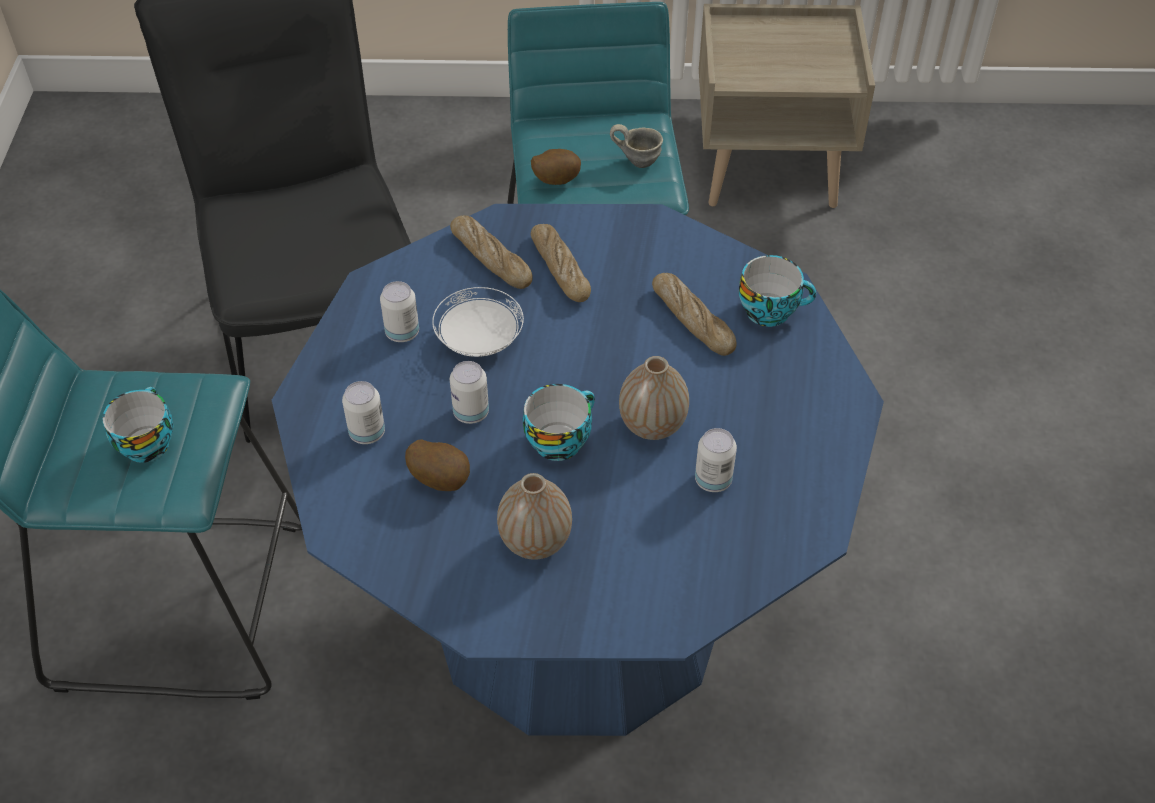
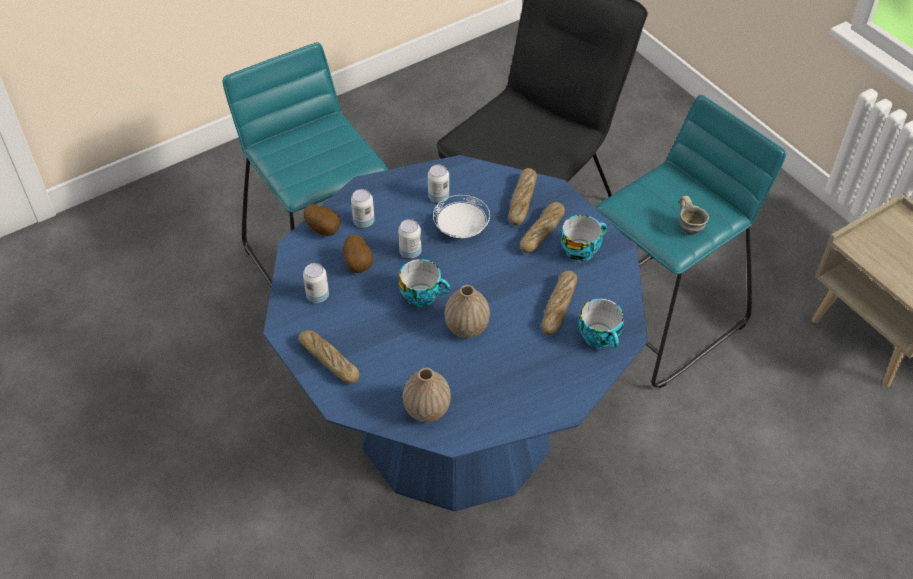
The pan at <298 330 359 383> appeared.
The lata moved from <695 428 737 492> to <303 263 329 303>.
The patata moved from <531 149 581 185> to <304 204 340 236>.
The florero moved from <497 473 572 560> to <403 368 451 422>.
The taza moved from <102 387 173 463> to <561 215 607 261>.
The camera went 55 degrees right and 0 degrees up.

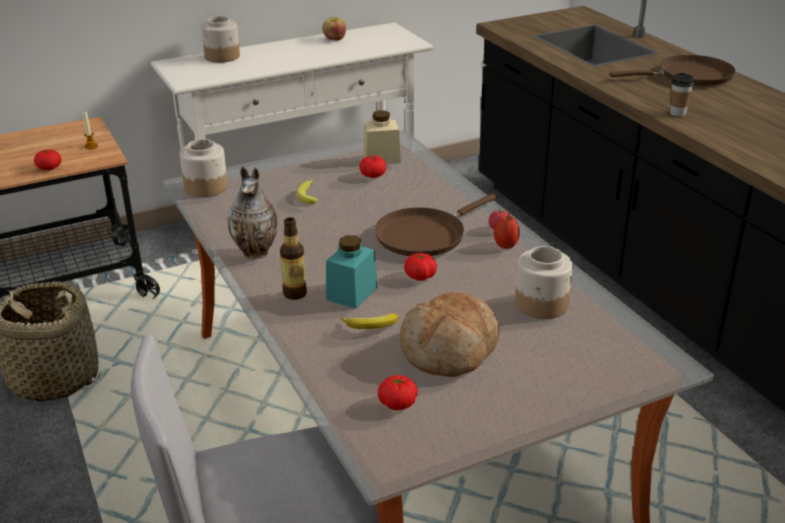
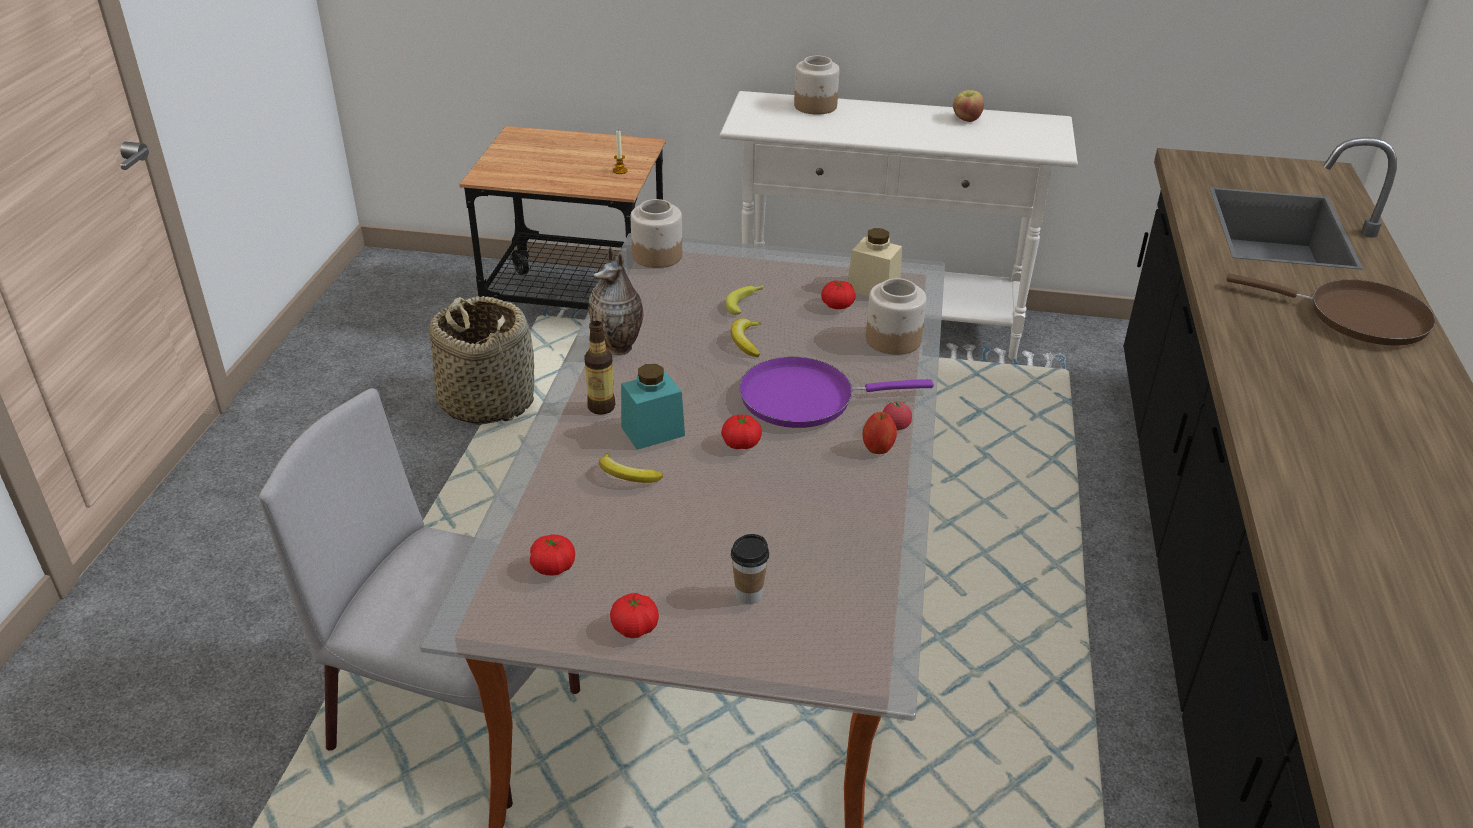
The tomate moved from <34 149 62 170> to <610 593 659 638>.
The plátano at <730 318 761 357> appeared.
The taza moved from <670 73 694 116> to <731 534 769 604>.
The sartén [marrón] at <375 194 497 256> became the sartén [morado] at <739 357 933 428>.
The tarro moved from <515 246 573 319> to <866 278 926 355>.
The pan at <400 292 499 377> disappeared.
The camera went 35 degrees right and 5 degrees up.

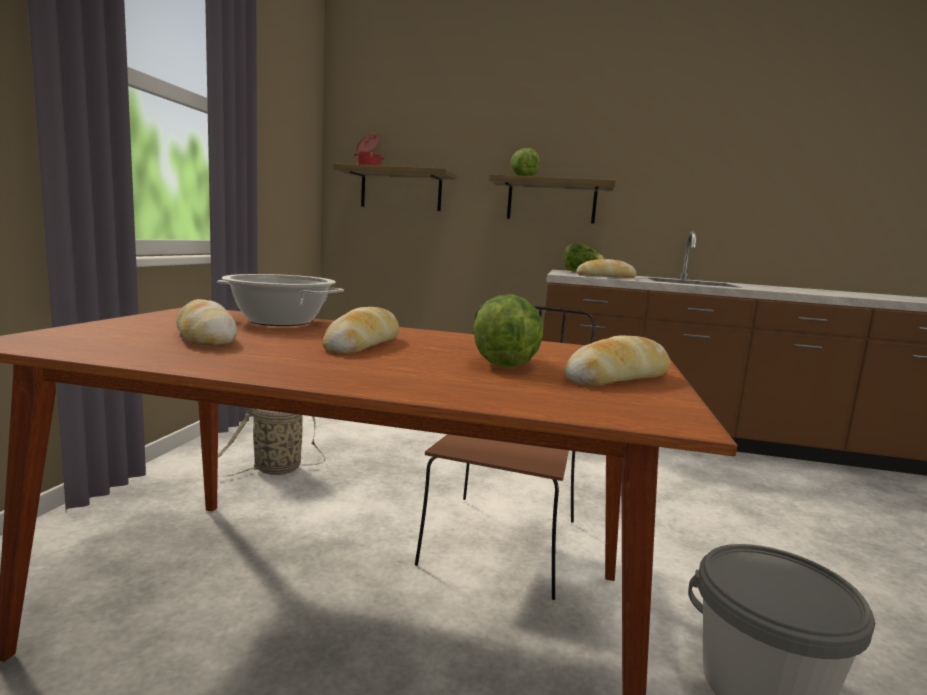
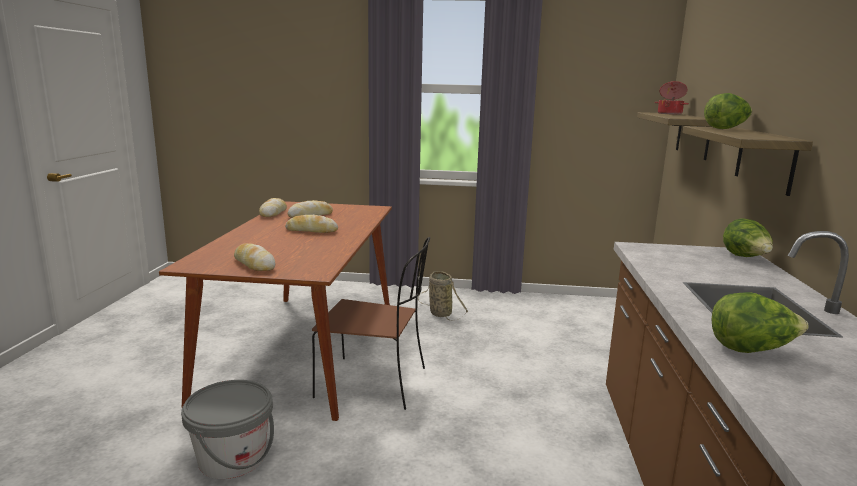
The pan moved from <576 259 637 278> to <259 198 287 217>.
The lechuga moved from <474 294 543 367> to <712 292 809 353>.
The olla at <217 274 344 326> disappeared.
The camera went 85 degrees right and 5 degrees up.

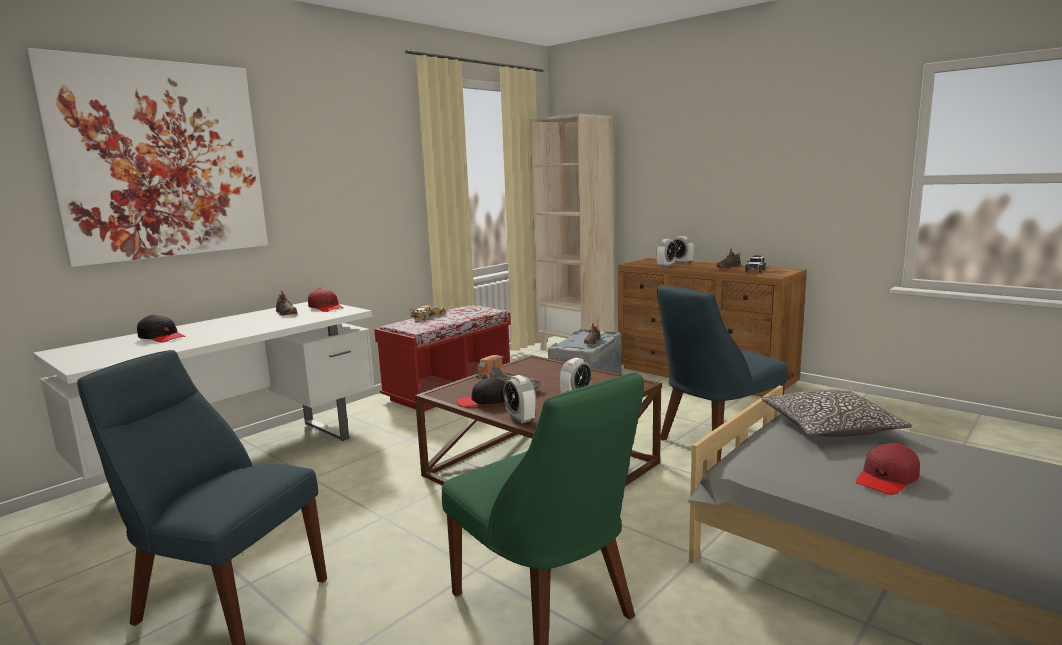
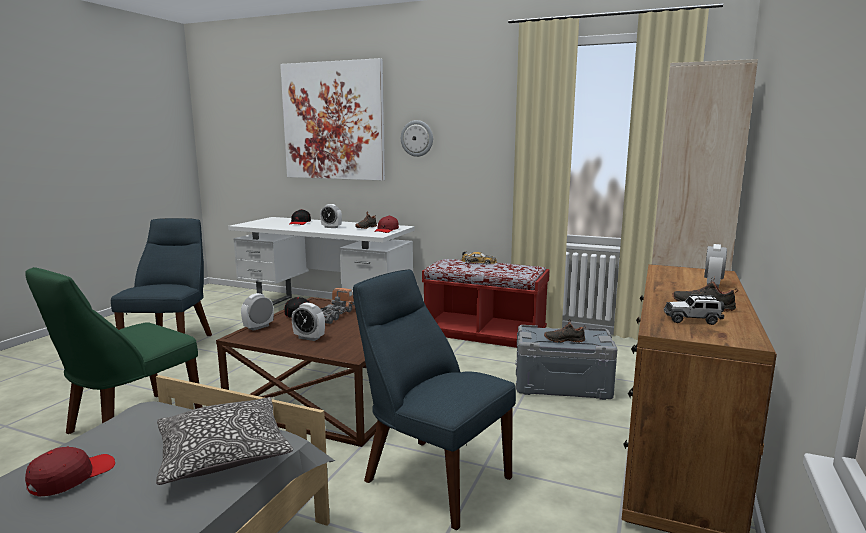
The gorra [rojo] at <856 443 920 495> turned 90 degrees clockwise.
The despertador moved from <656 239 676 267> to <320 204 342 228>.
The reloj de pared at <401 120 433 157> appeared.
The camera went 70 degrees right and 0 degrees up.

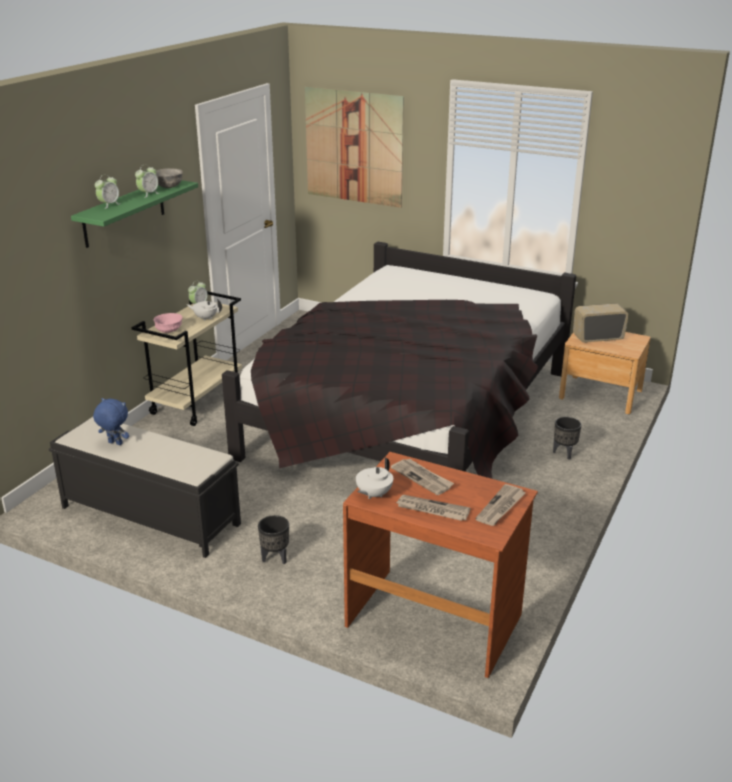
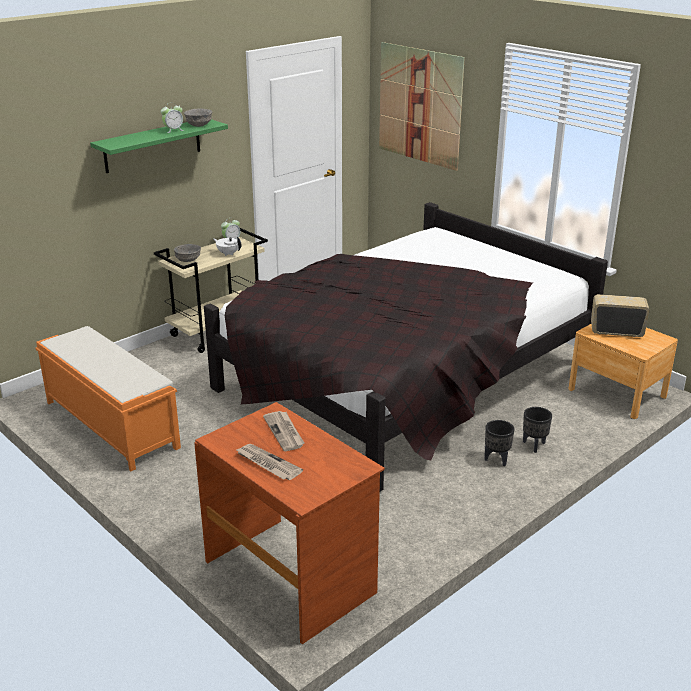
The banco [negro] at <49 417 241 558> became the banco [naranja] at <36 326 181 471>.
The cuenco [rosa] at <154 313 183 333> became the cuenco [gris] at <174 244 201 262>.
The maceta [negro] moved from <258 515 289 564> to <484 420 515 466>.
The peluche [azul] at <93 398 129 445> disappeared.
The despertador at <95 174 119 209> disappeared.
The tetera [blanco] at <356 458 393 499> disappeared.
The periódico at <475 484 526 526> disappeared.
The camera went 20 degrees right and 0 degrees up.

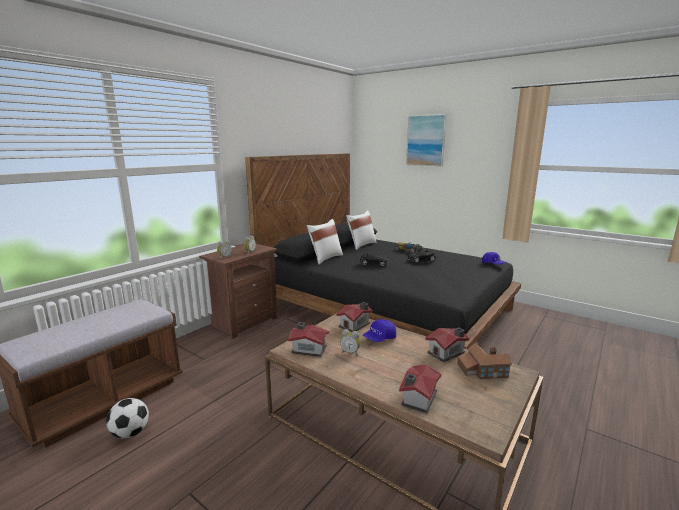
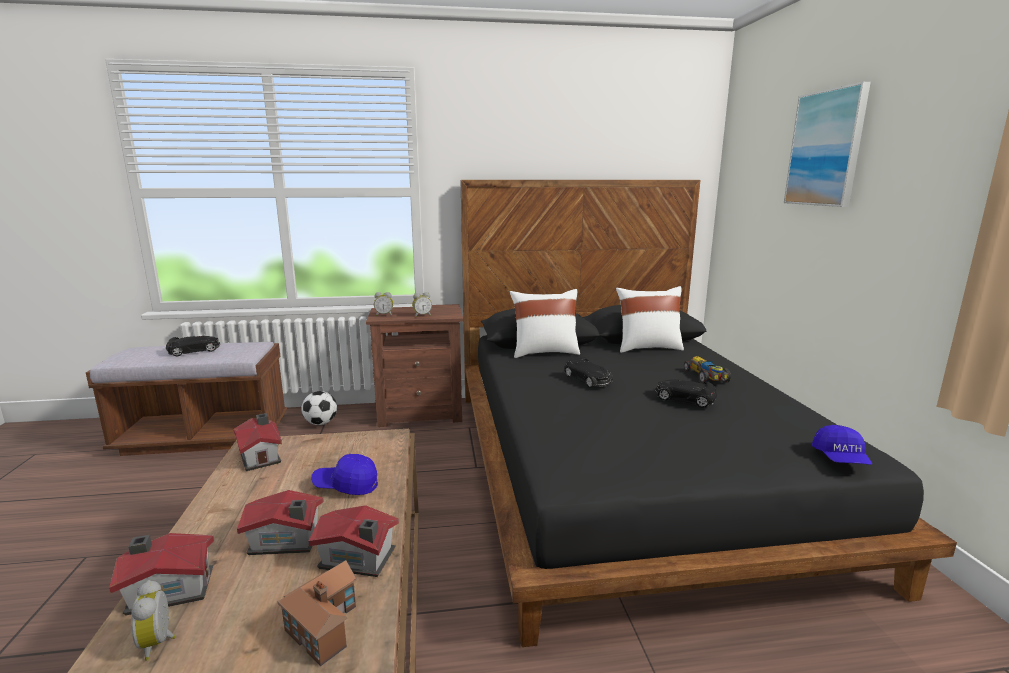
The despertador moved from <340 329 361 356> to <131 580 176 661>.
The coche de juguete [negro] at <166 336 221 356> appeared.
The casita moved from <336 302 373 332> to <237 490 324 555>.
The balón de fútbol moved from <106 398 149 438> to <301 391 337 425>.
The camera went 45 degrees right and 0 degrees up.

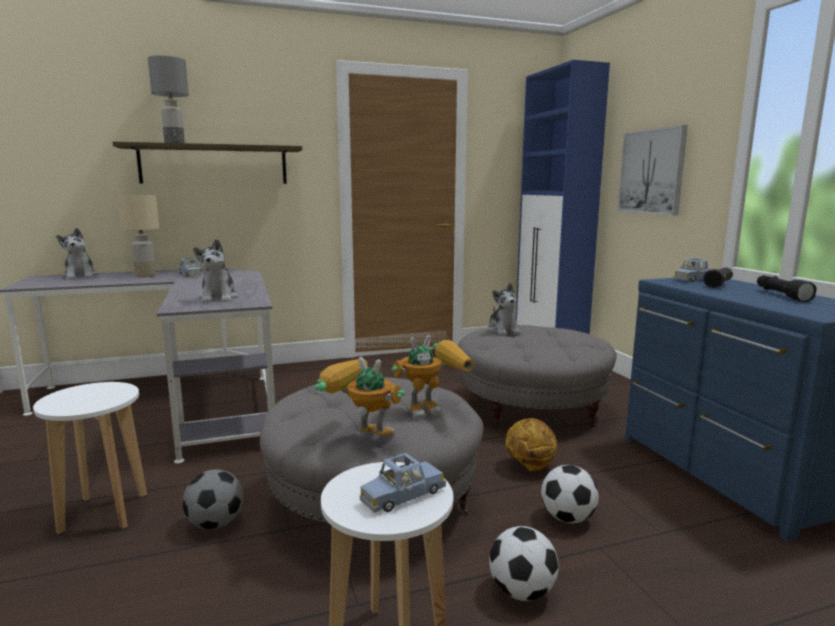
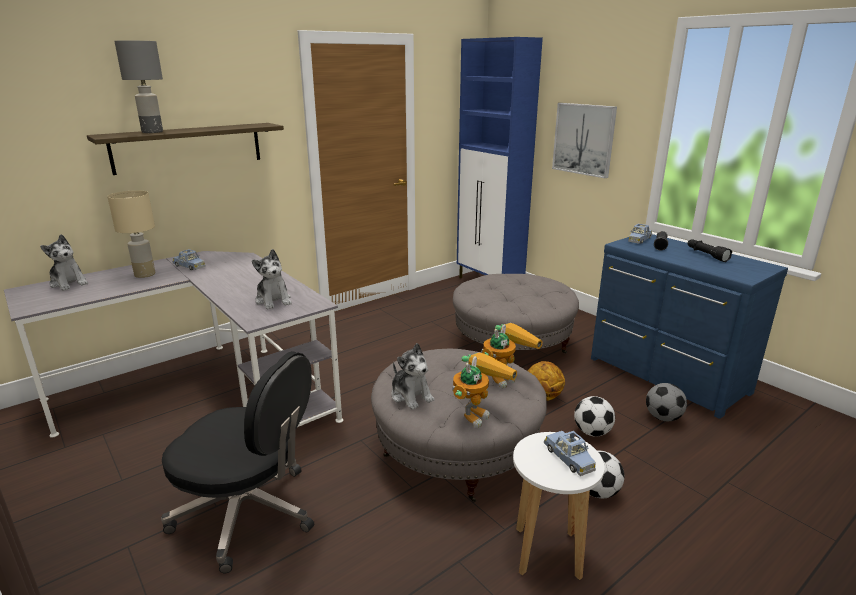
The taburete [blanco] at <33 382 147 534> was replaced by the silla de oficina [negro] at <161 351 314 573>.
The peluche moved from <488 283 521 335> to <391 343 435 410>.
The robot de juguete at <315 357 405 436> turned 120 degrees clockwise.
The coche de juguete [azul] at <360 453 446 513> turned 60 degrees counterclockwise.
The balón de fútbol moved from <183 469 243 530> to <646 383 687 421>.
The camera went 20 degrees left and 10 degrees up.

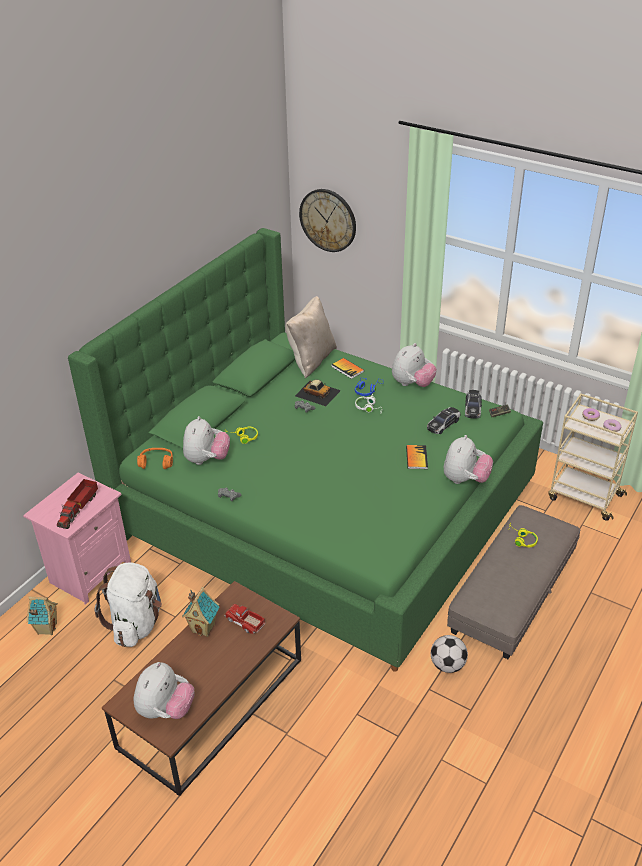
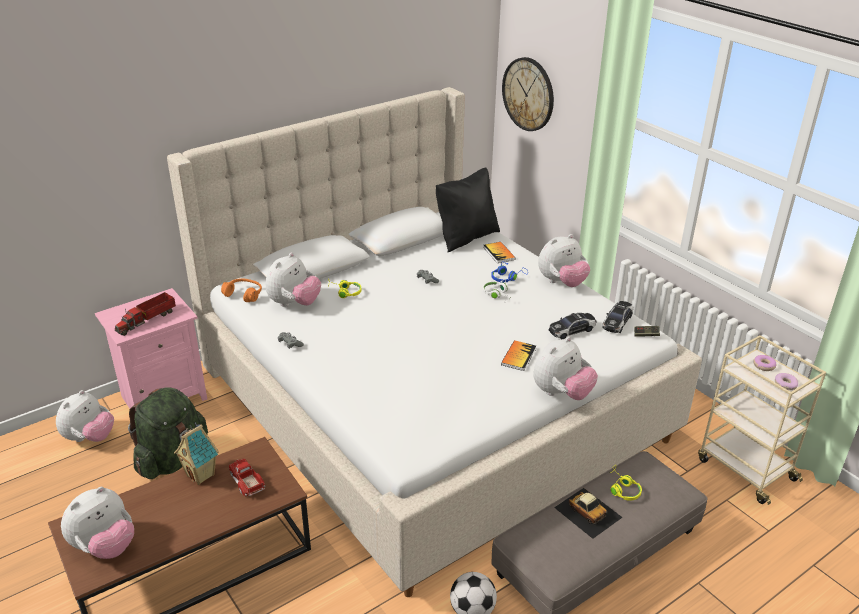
The casita at <26 597 58 635> was replaced by the peluche at <56 390 114 442>.
The mochila [blanco] at <94 563 162 647> became the mochila [verde] at <128 387 208 479>.
The cama [verde] at <68 228 543 672> became the cama [beis] at <167 87 702 597>.
The cojín [beis] at <285 296 337 378> became the cojín [negro] at <436 168 500 252>.
The coche de juguete moved from <295 379 341 406> to <554 488 623 539>.
The camera went 20 degrees right and 5 degrees down.

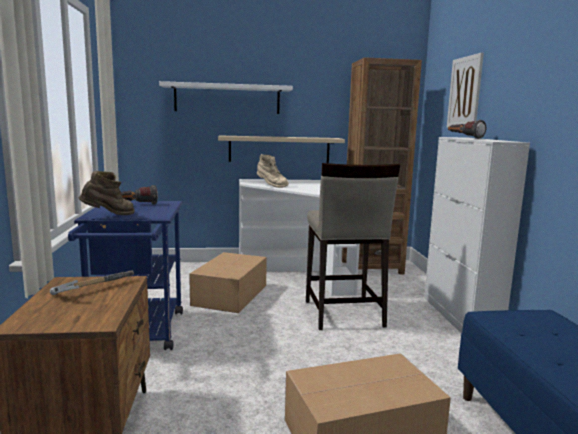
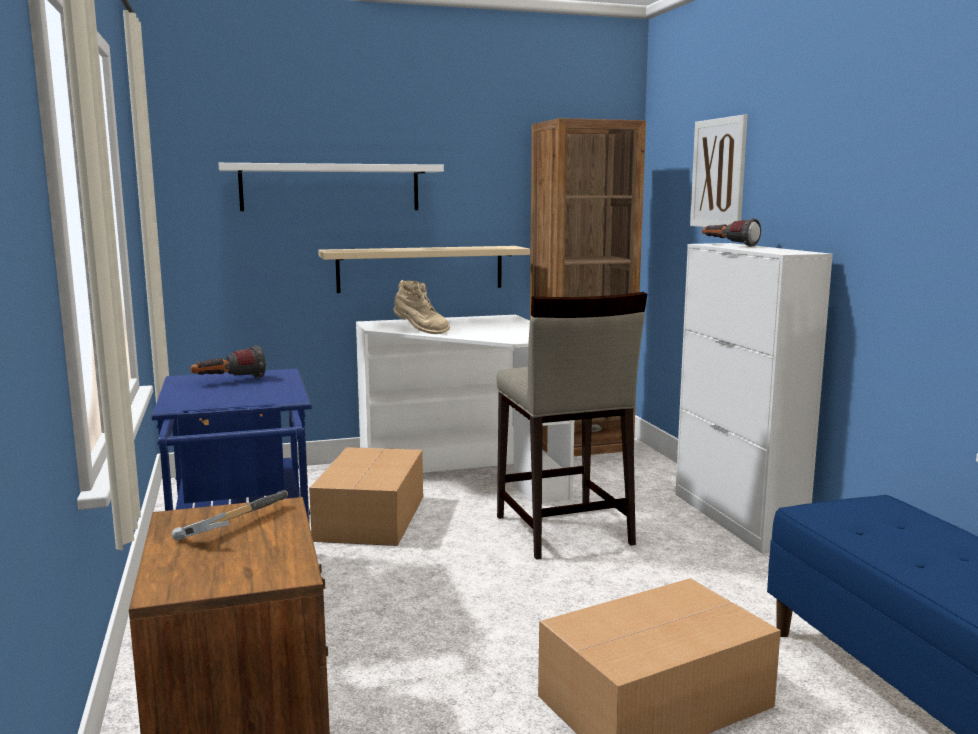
The bota [marrón] at <79 171 135 215> disappeared.
The camera went 10 degrees left and 0 degrees up.

